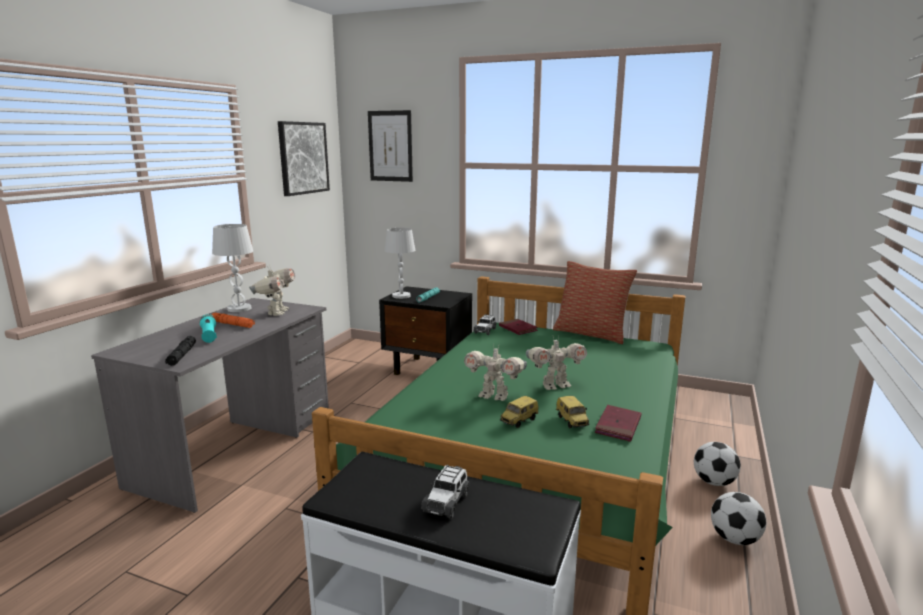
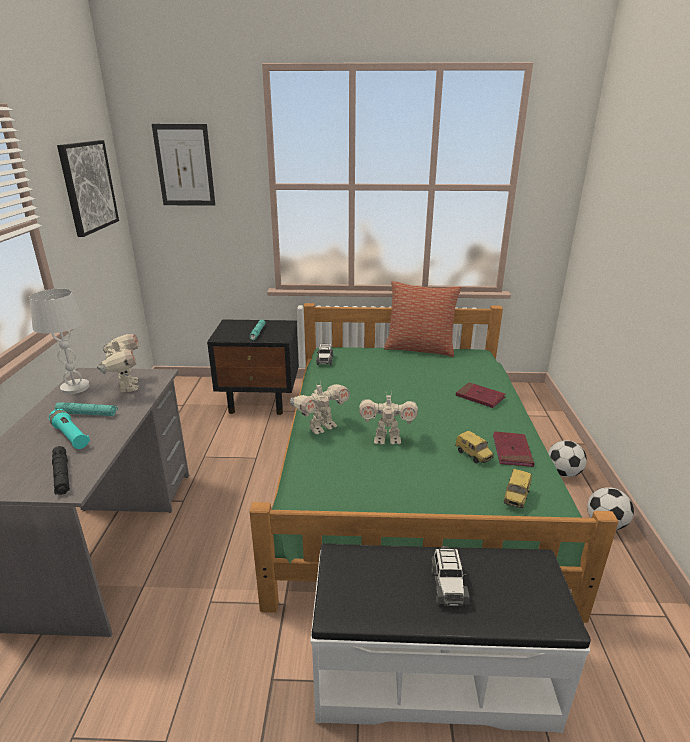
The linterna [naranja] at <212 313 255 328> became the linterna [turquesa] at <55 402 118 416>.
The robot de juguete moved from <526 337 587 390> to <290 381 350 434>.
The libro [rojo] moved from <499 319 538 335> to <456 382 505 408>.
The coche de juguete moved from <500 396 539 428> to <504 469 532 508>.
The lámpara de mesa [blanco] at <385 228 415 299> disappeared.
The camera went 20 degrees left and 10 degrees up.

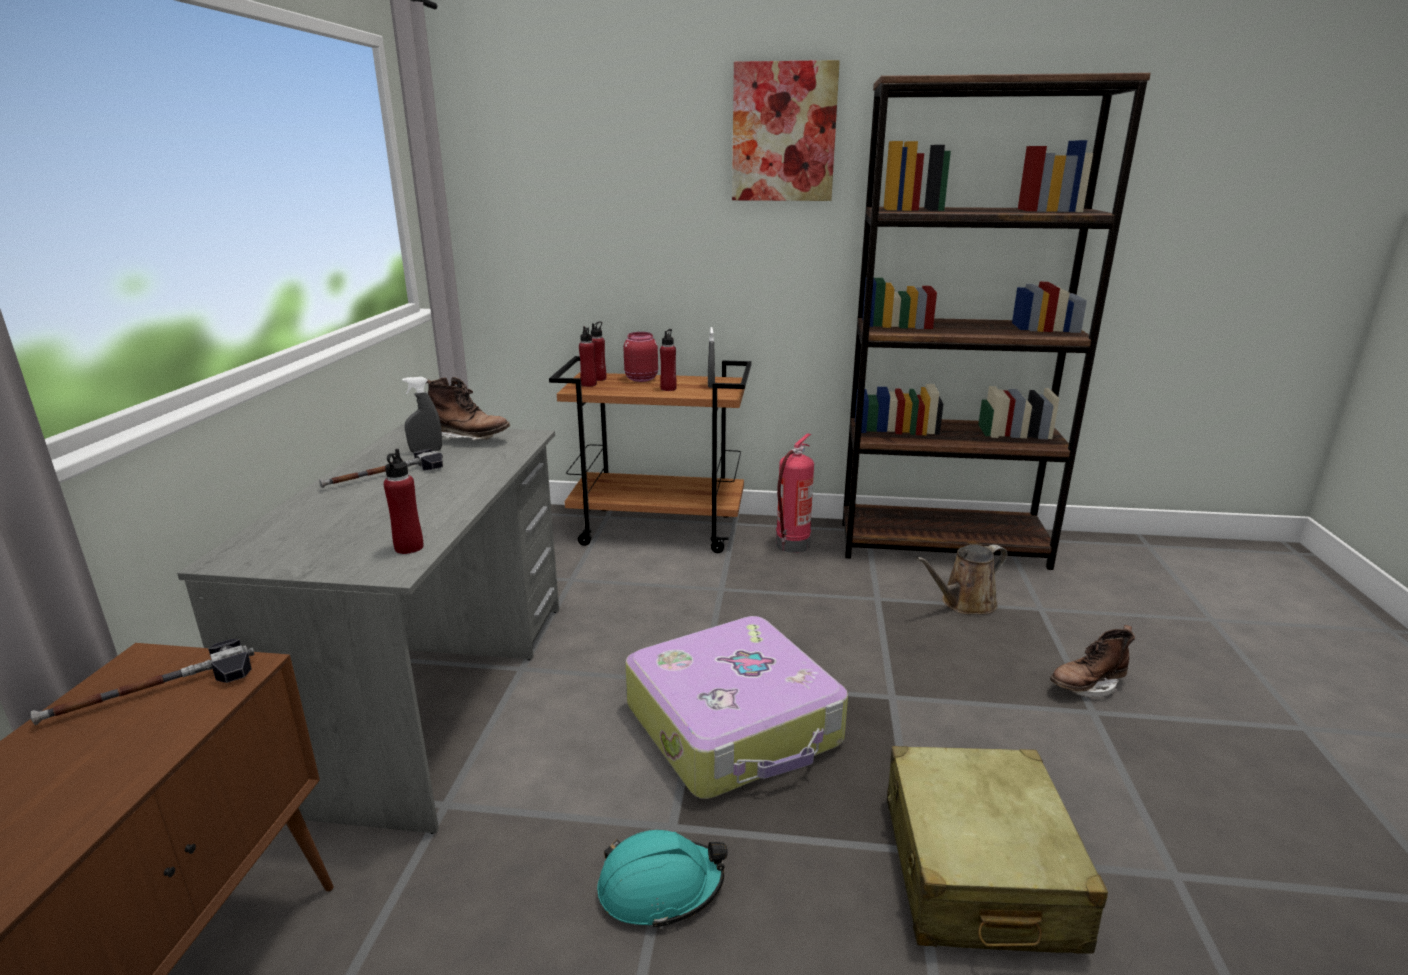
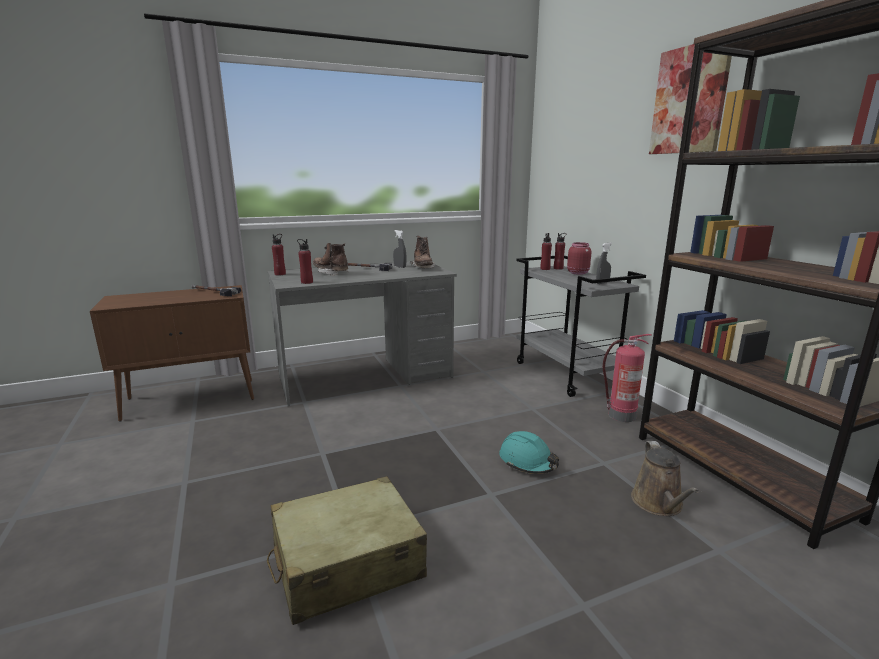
The botella [rojo] moved from <660 329 677 391> to <272 234 286 275>.
The bota [marrón] moved from <1050 625 1135 698> to <313 243 348 276>.
The casco [turquesa] moved from <597 830 728 929> to <499 431 559 474>.
The carrito [marrón] at <549 356 751 553> became the carrito [gris] at <516 256 646 397>.
The regadera [marrón] at <916 544 1008 614> turned 120 degrees counterclockwise.
The maleta at <625 616 848 799> disappeared.
The camera went 60 degrees right and 5 degrees down.

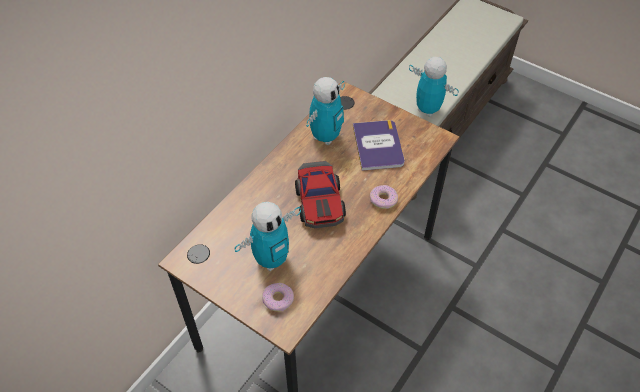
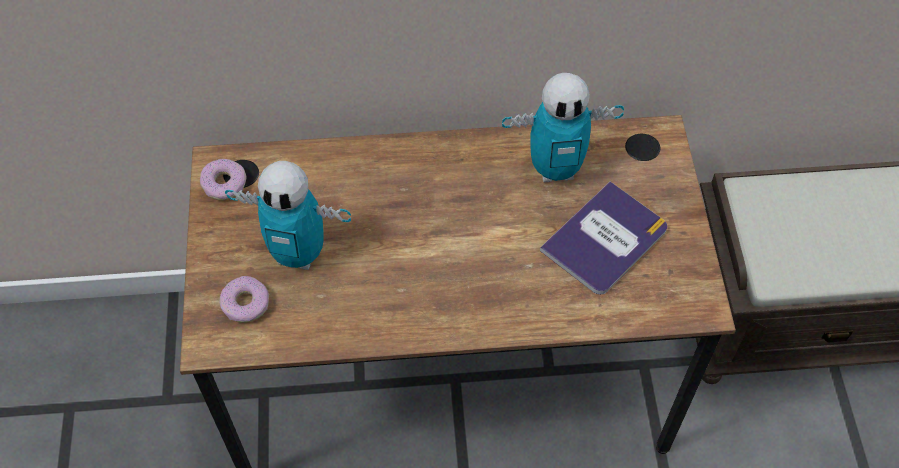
The rosquilla moved from <370 185 398 209> to <200 159 247 201>.
The coche de juguete at <295 161 346 228> disappeared.
The robot de juguete at <409 57 459 117> disappeared.
The camera went 50 degrees right and 5 degrees up.

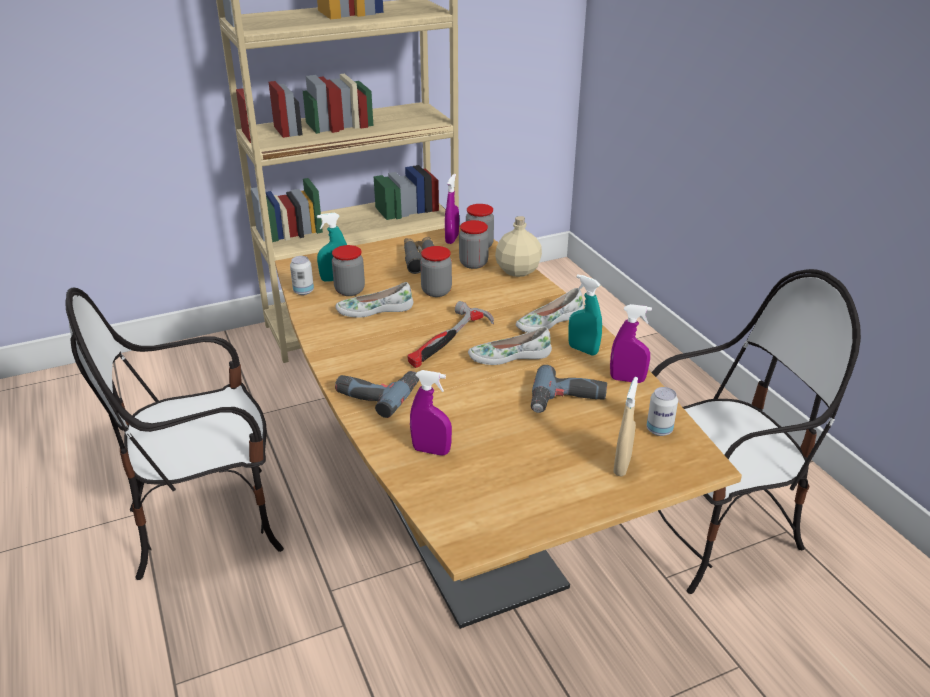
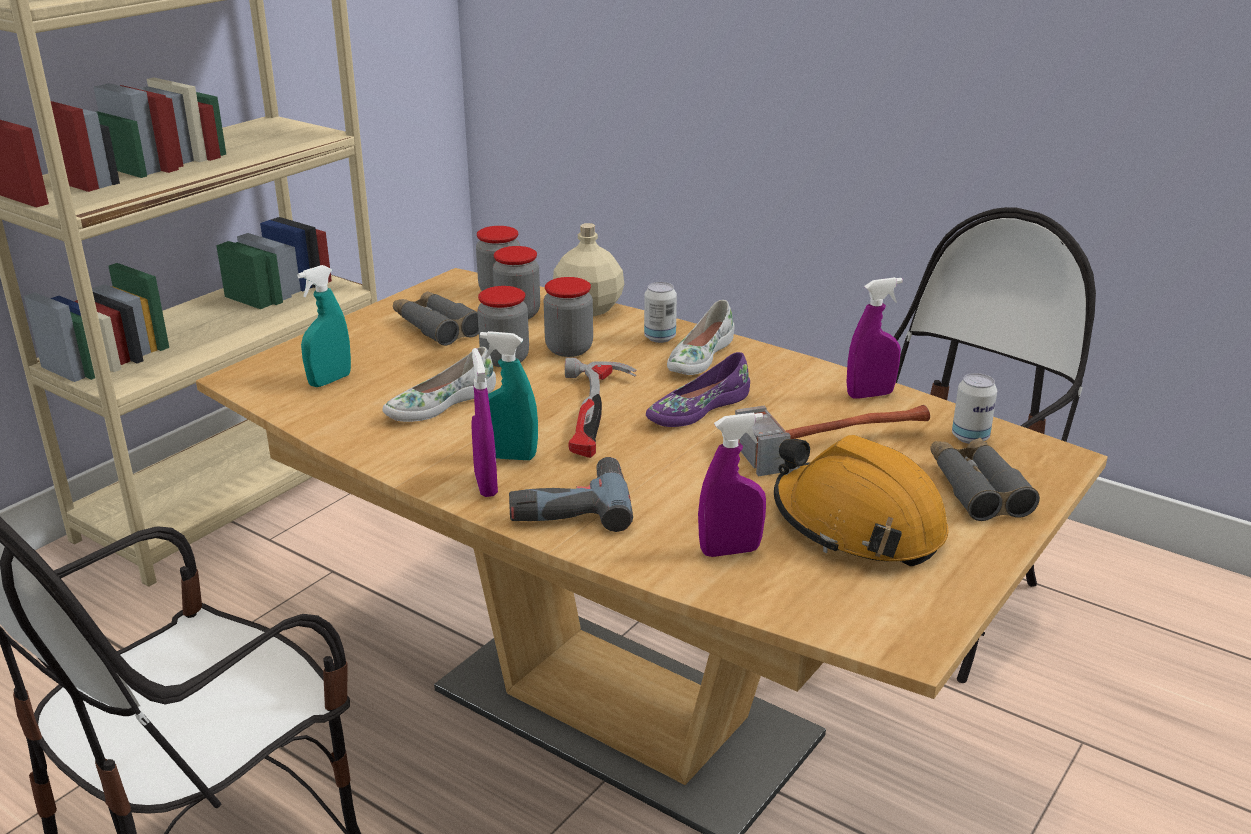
The pulverizador [morado] moved from <445 174 459 244> to <472 348 498 497>.
The pulverizador [turquesa] moved from <568 274 602 356> to <480 331 538 460>.
The tarro moved from <332 245 365 296> to <544 277 593 357>.
The lata moved from <290 256 314 295> to <644 282 677 343>.
The zapato [blanco] at <468 327 552 365> became the zapato [morado] at <646 352 750 427>.
The taladro at <531 365 607 413> was replaced by the martillo at <735 405 930 477>.
The casco [naranja] at <774 435 948 566> appeared.
The pulverizador [beis] at <614 377 638 477> was replaced by the prismáticos [gris] at <930 438 1040 521>.
The camera went 30 degrees left and 5 degrees down.

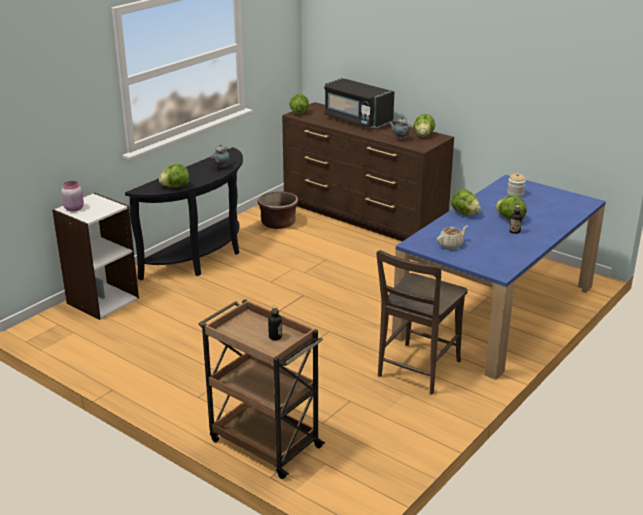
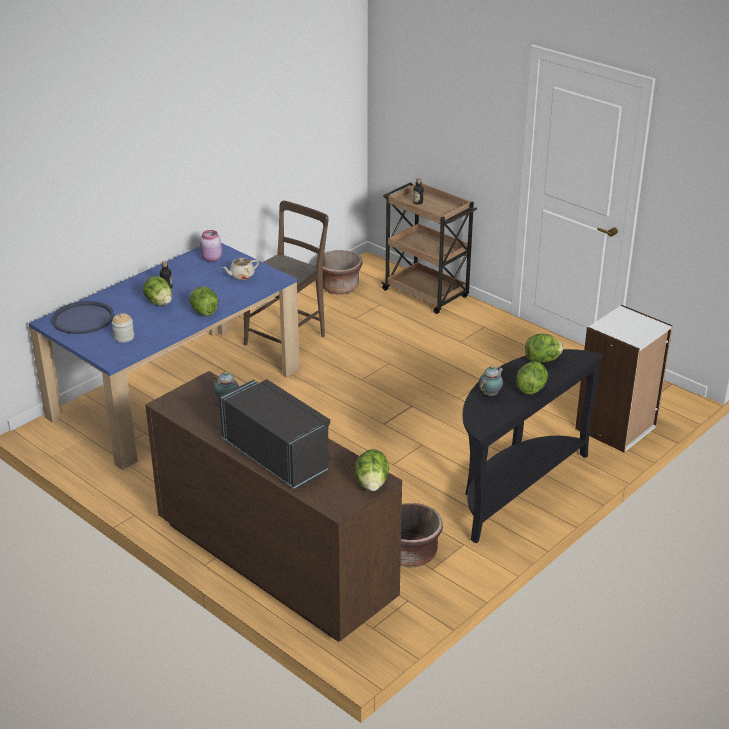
The bandeja [azul] at <52 301 114 334> appeared.
The tarro [rosa] moved from <61 181 84 211> to <200 230 222 261>.
The maceta [marrón] at <323 250 363 294> appeared.
The lechuga moved from <414 114 435 137> to <516 361 548 395>.
The camera went 175 degrees left and 5 degrees up.

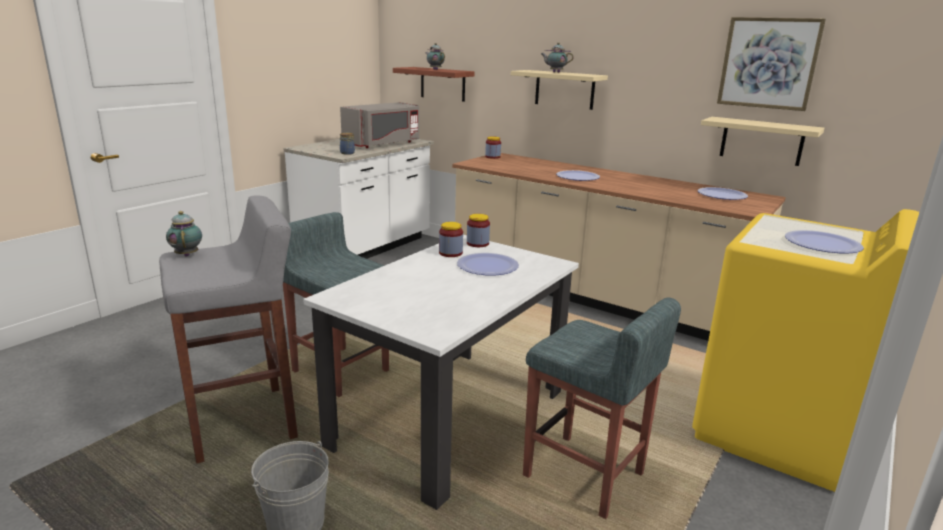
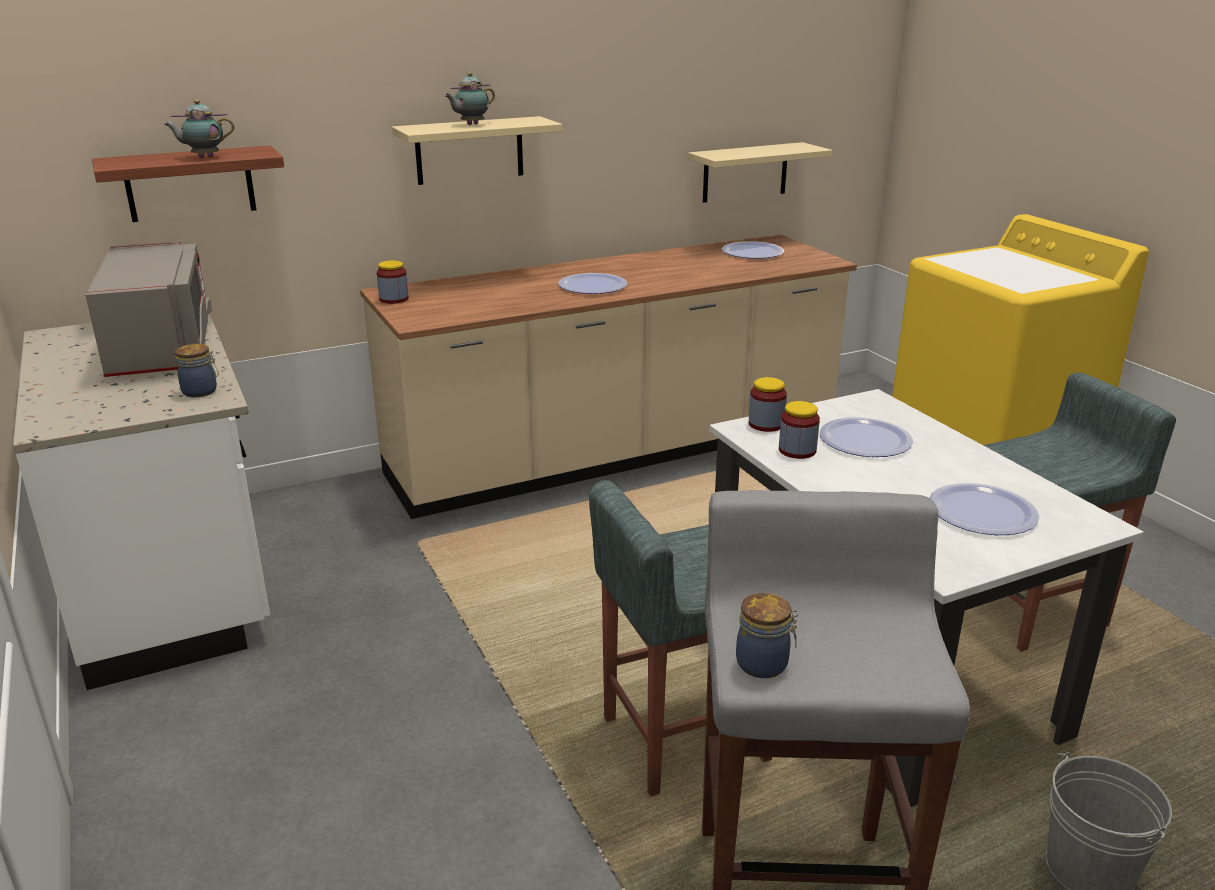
The tetera at <166 211 202 257> was replaced by the tarro at <736 593 798 678>.
The plato moved from <785 230 864 254> to <929 483 1039 535>.
The cuadro at <717 17 826 111> disappeared.
The camera went 60 degrees left and 5 degrees up.

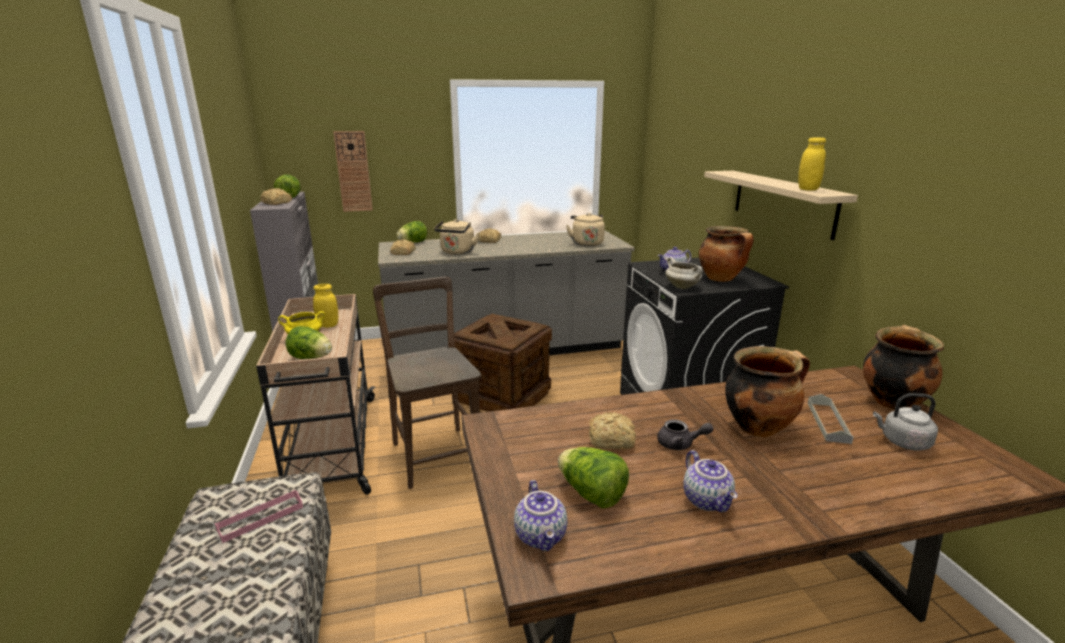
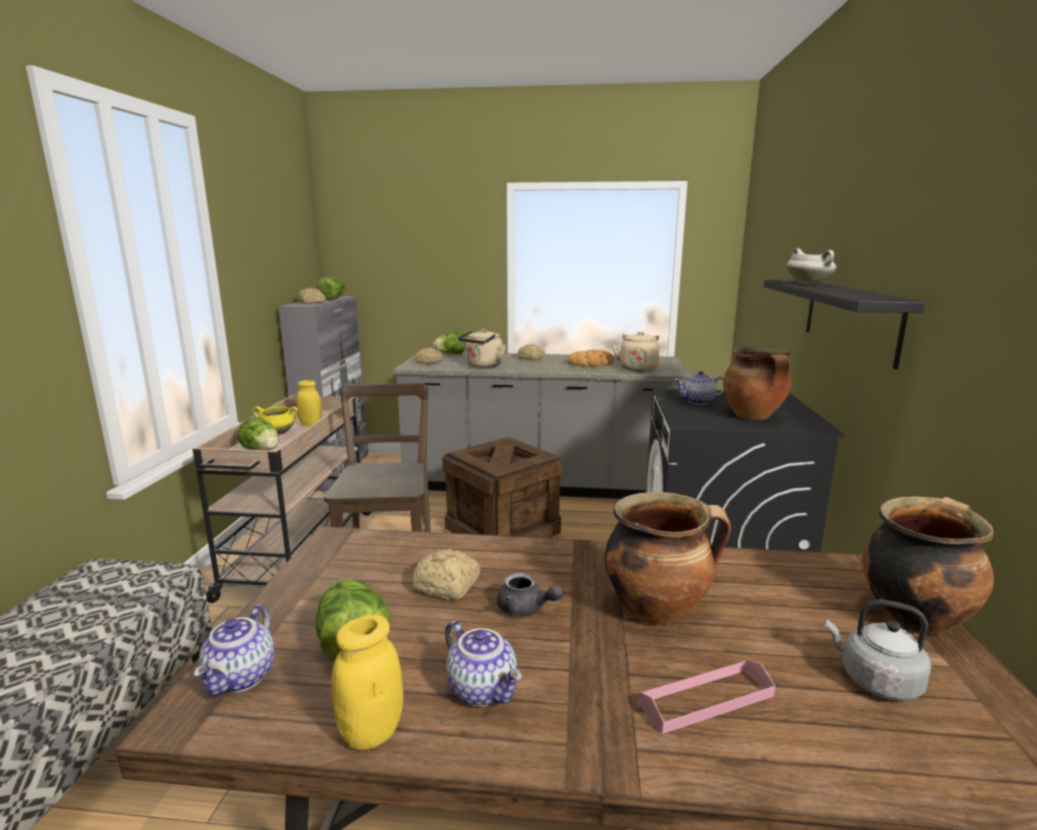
The tarro [amarillo] moved from <798 137 826 191> to <331 614 403 750>.
The tetera at <683 450 738 512> turned 45 degrees counterclockwise.
The pan at <567 349 615 367> appeared.
The bandeja [rosa] moved from <215 490 303 543> to <638 659 775 734>.
The estante [beis] at <704 171 858 240> became the estante [negro] at <763 280 925 370>.
The olla [blanco] moved from <665 257 703 289> to <786 248 836 285>.
The reloj de pared at <333 131 373 212> disappeared.
The bandeja [gris] at <808 394 854 444> disappeared.
The camera went 20 degrees right and 5 degrees down.

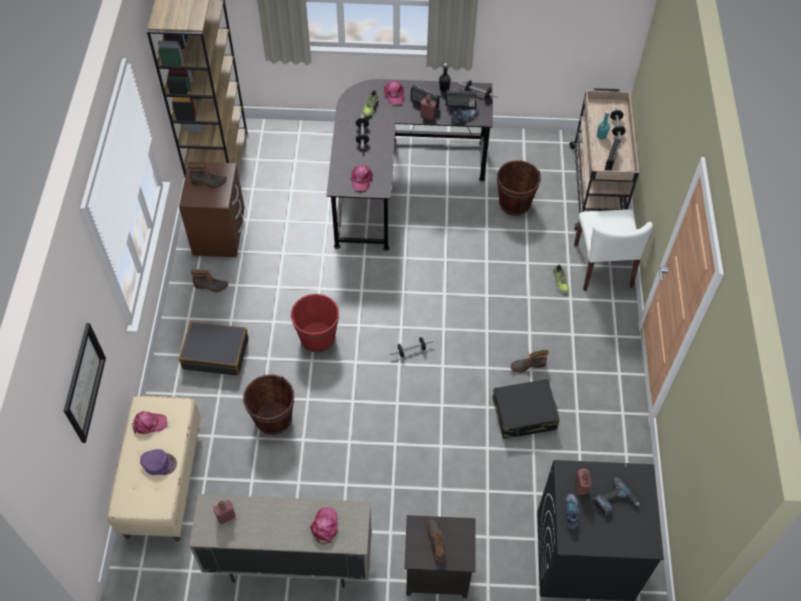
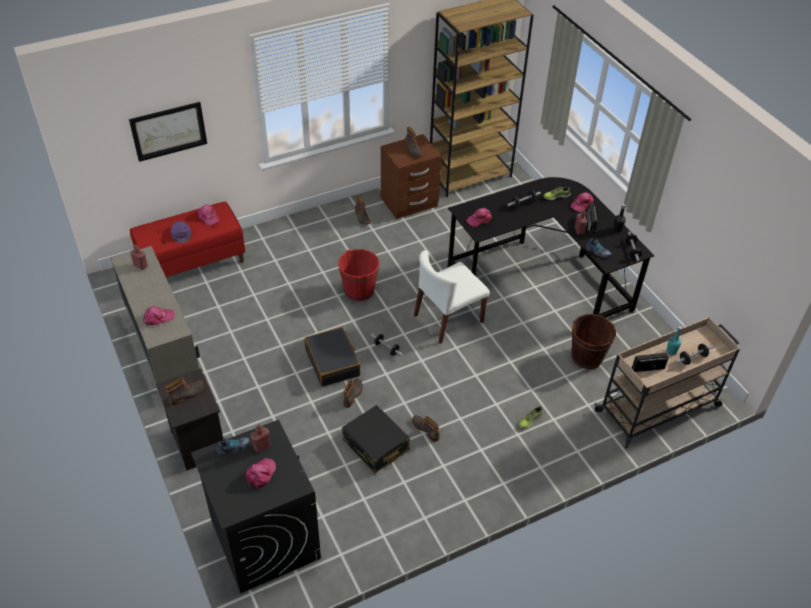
The banco [beis] at <107 396 201 541> became the banco [rojo] at <130 202 245 277>.
The taladro at <593 477 639 516> was replaced by the gorra [rosa] at <246 458 276 490>.
The maleta [negro] moved from <179 322 248 376> to <304 327 361 387>.
The bota at <343 379 362 408> appeared.
The silla [blanco] moved from <574 209 653 291> to <414 250 490 344>.
The cubo [marrón] at <243 374 294 435> disappeared.
The radio at <446 90 476 107> disappeared.
The camera went 60 degrees right and 10 degrees down.

